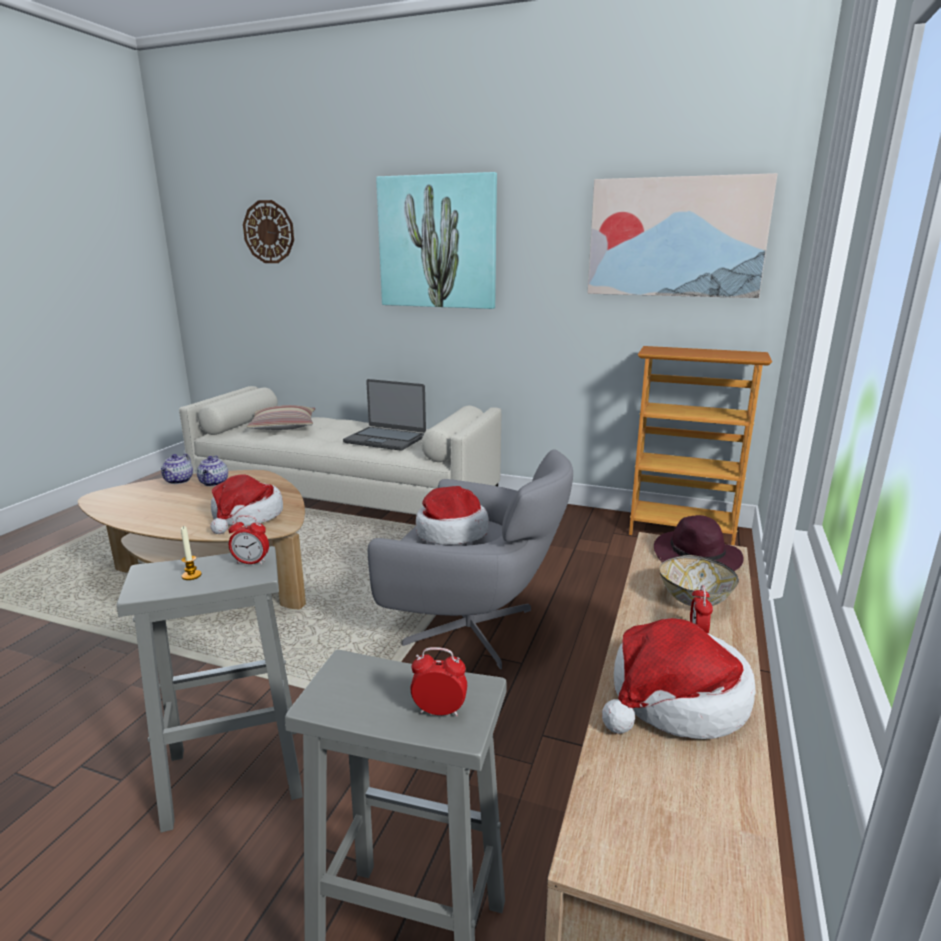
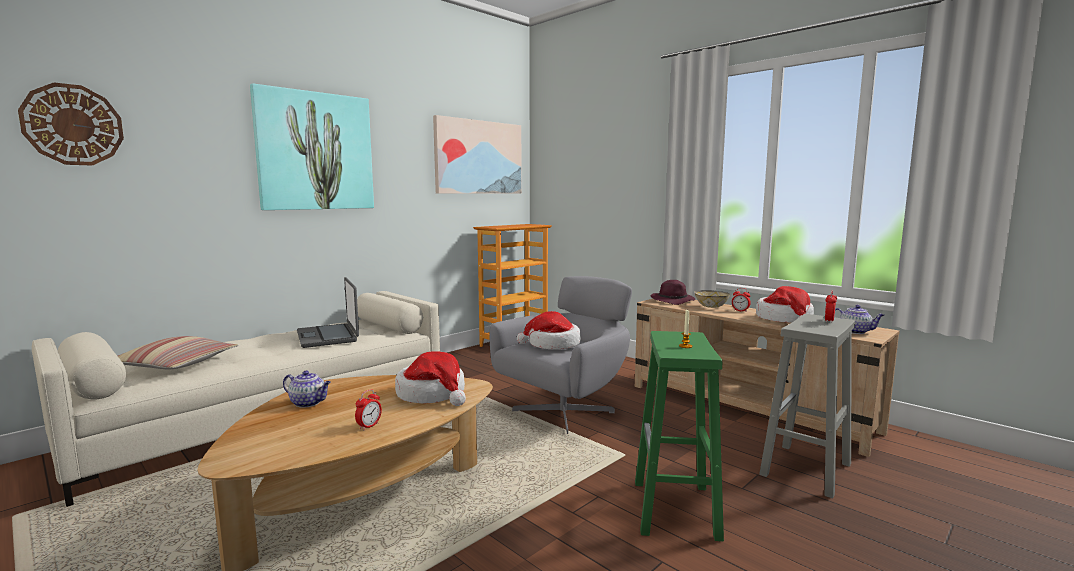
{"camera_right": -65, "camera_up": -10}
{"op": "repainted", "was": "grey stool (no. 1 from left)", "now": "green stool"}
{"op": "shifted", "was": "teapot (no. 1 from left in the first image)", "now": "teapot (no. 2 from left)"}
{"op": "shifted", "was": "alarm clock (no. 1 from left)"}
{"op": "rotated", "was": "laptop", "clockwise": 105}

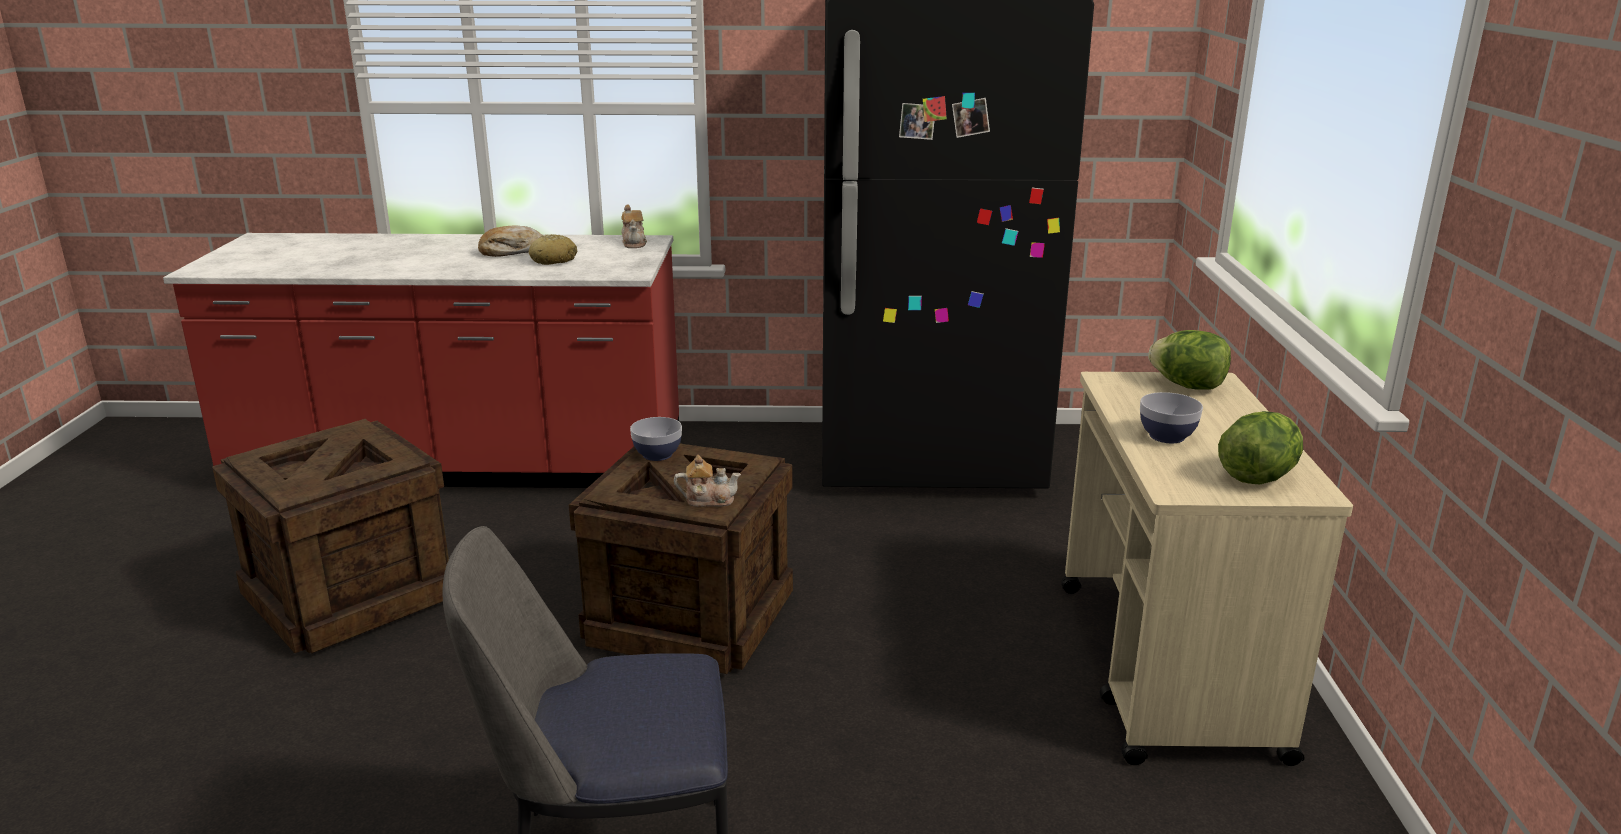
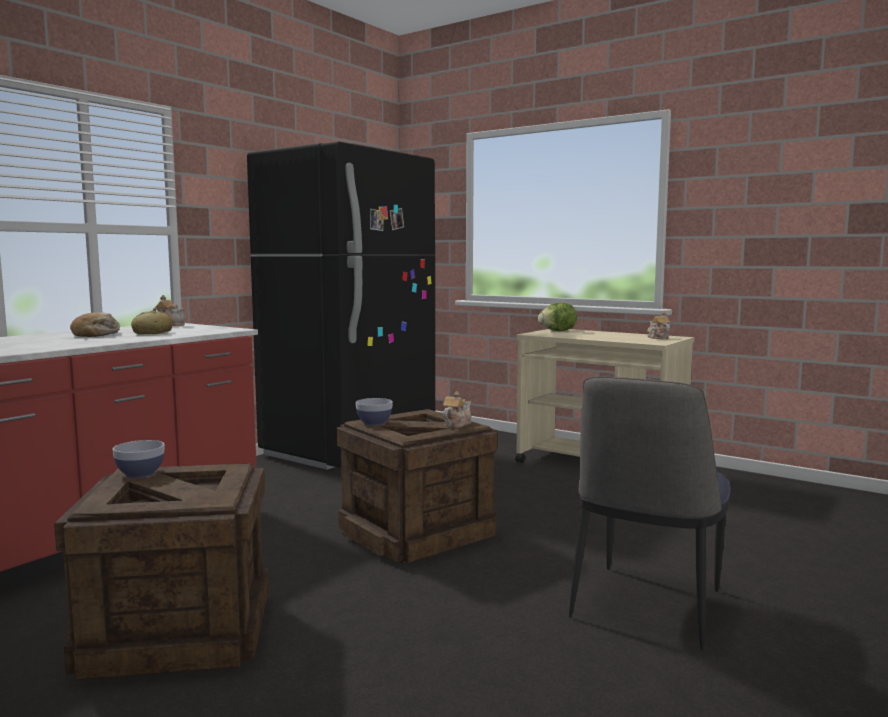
{"camera_right": -55, "camera_up": -15}
{"op": "shifted", "was": "bowl (no. 2 from left in the first image)", "now": "bowl (no. 1 from left)"}
{"op": "swapped", "was": "lettuce (no. 2 from left)", "now": "teapot (no. 3 from left)"}

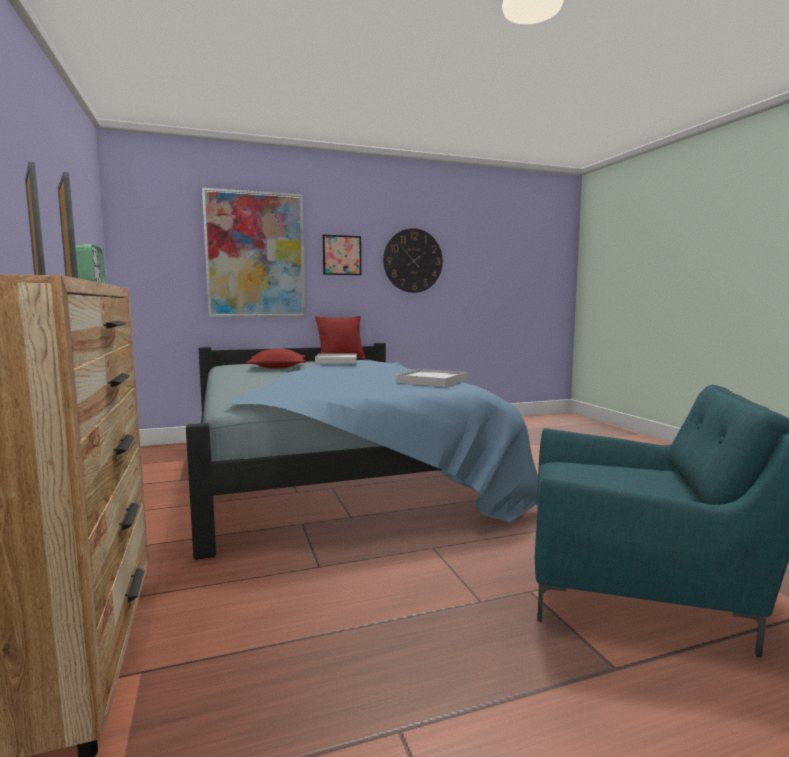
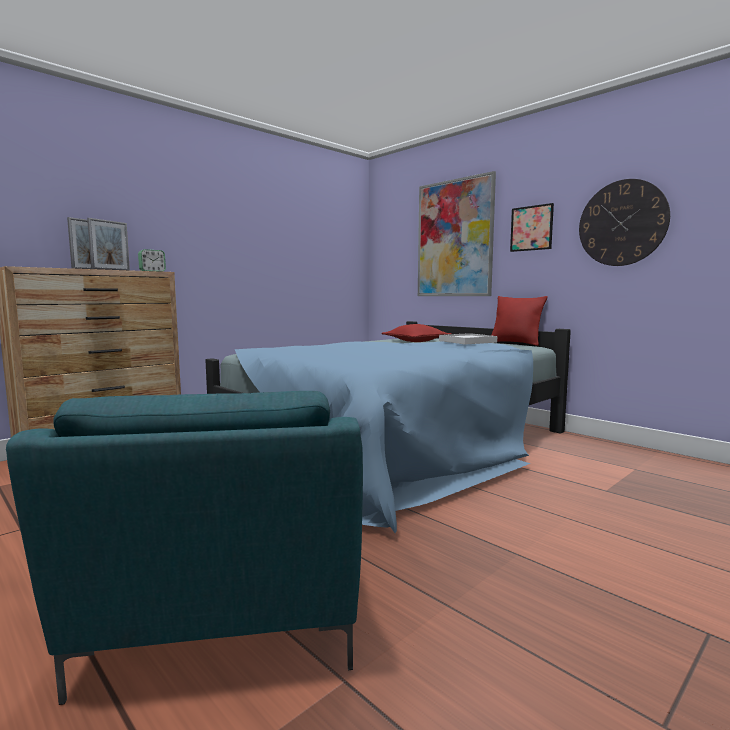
{"camera_right": 65, "camera_up": 0}
{"op": "gone", "was": "white tray (no. 2 from left)"}

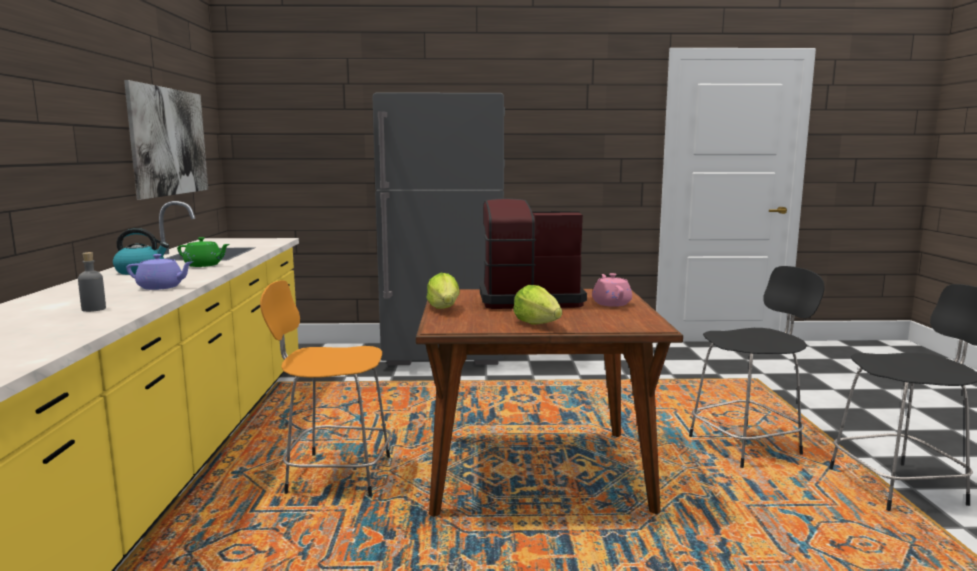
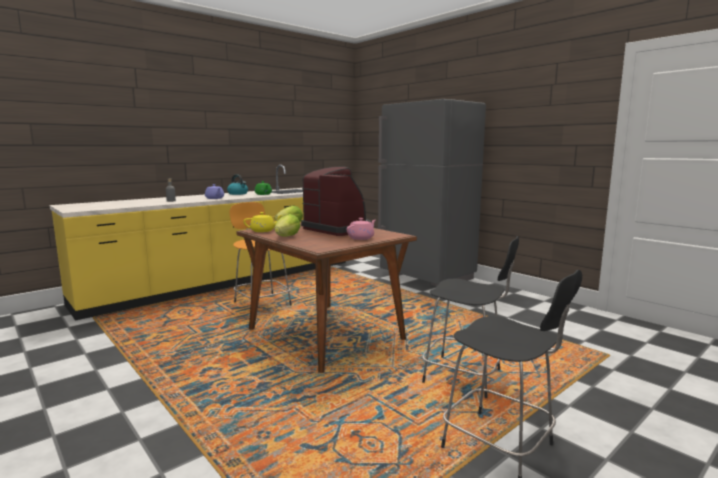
{"camera_right": 50, "camera_up": 0}
{"op": "gone", "was": "picture"}
{"op": "new", "now": "yellow teapot"}

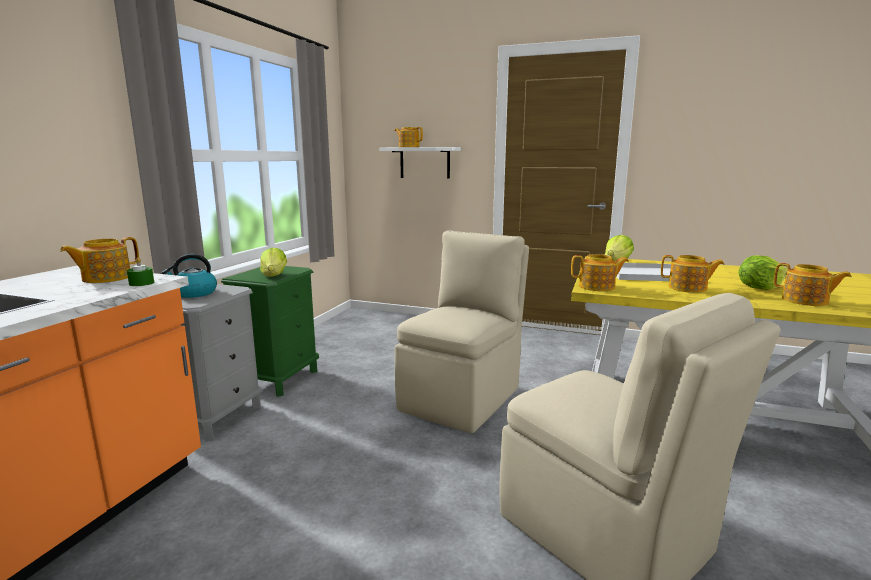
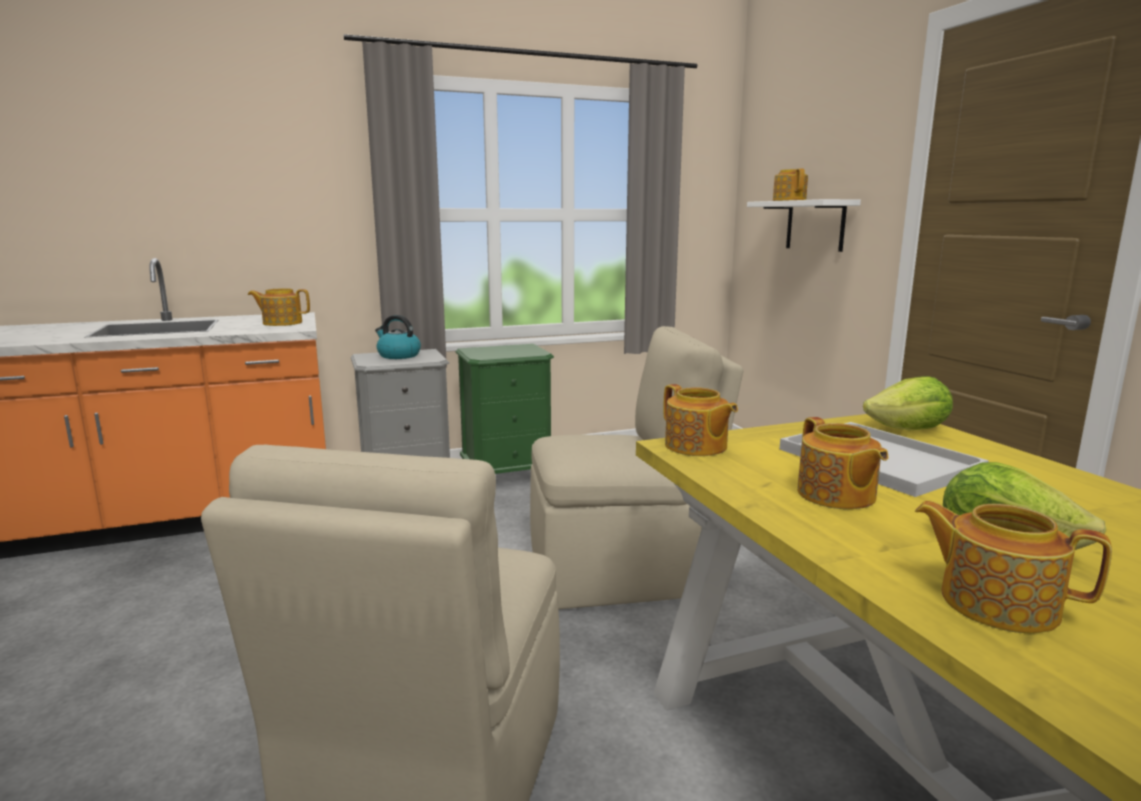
{"camera_right": 50, "camera_up": 0}
{"op": "gone", "was": "green candle"}
{"op": "gone", "was": "lettuce (no. 1 from left)"}
{"op": "rotated", "was": "teapot (no. 5 from left)", "clockwise": 120}

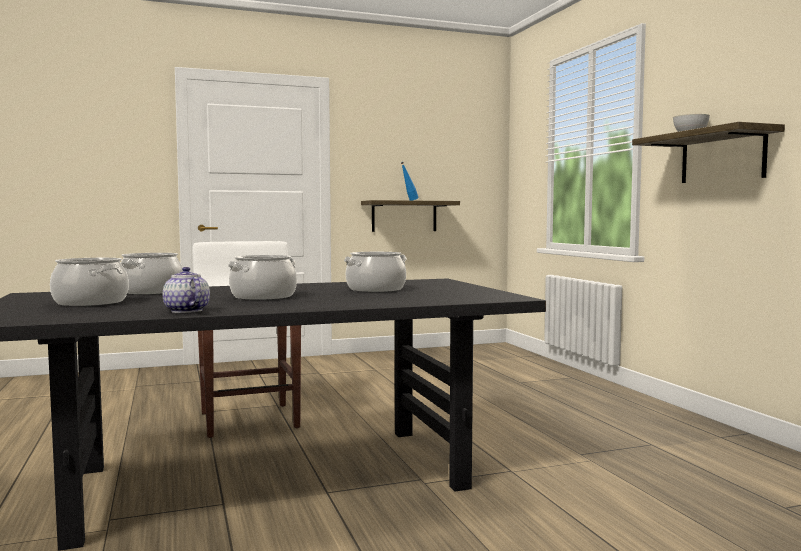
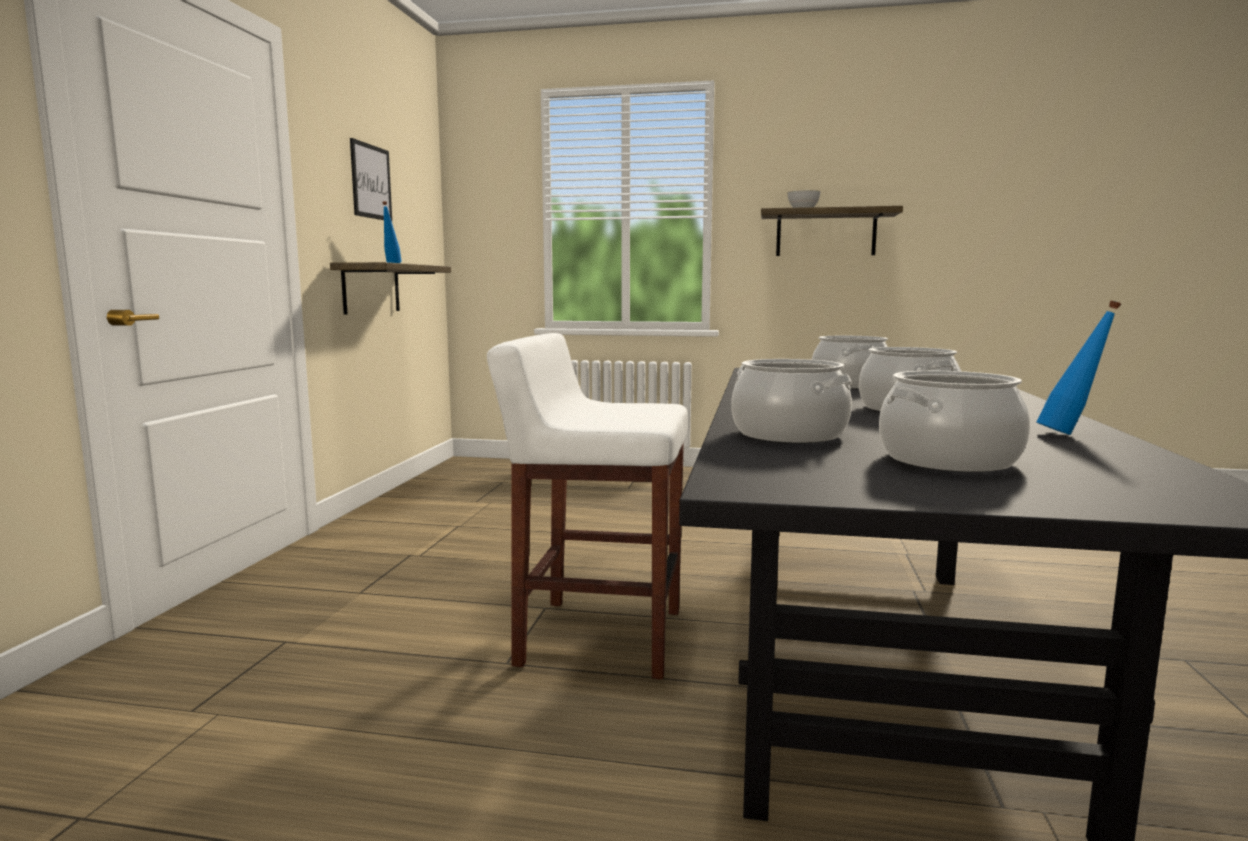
{"camera_right": -60, "camera_up": 5}
{"op": "swapped", "was": "teapot", "now": "blue bottle (no. 2 from left)"}
{"op": "new", "now": "picture"}

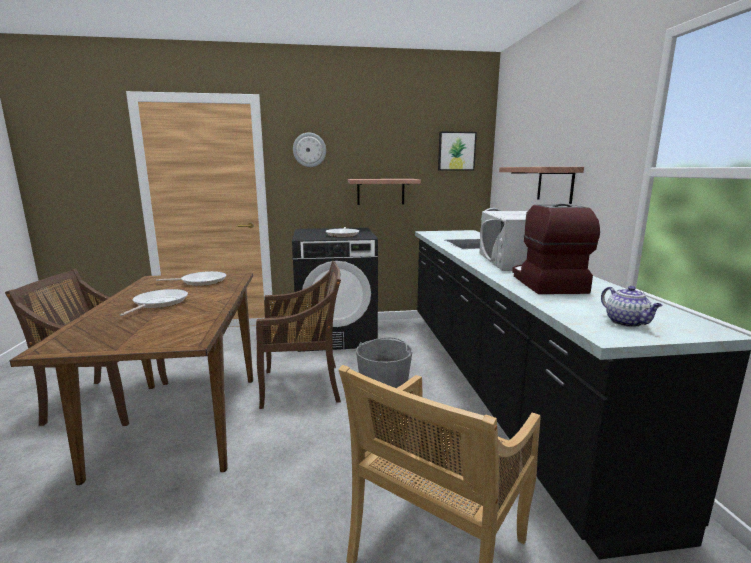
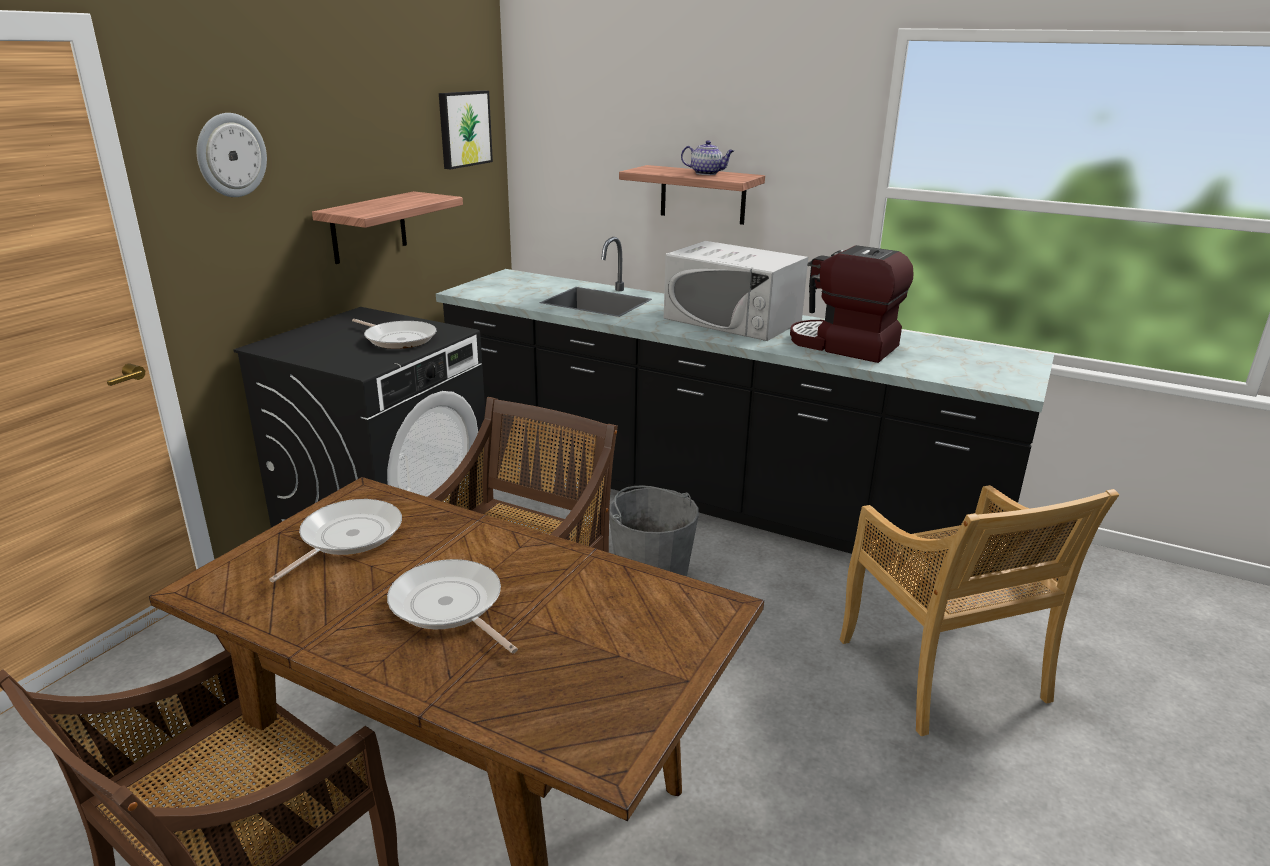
{"camera_right": -55, "camera_up": 10}
{"op": "shifted", "was": "teapot"}

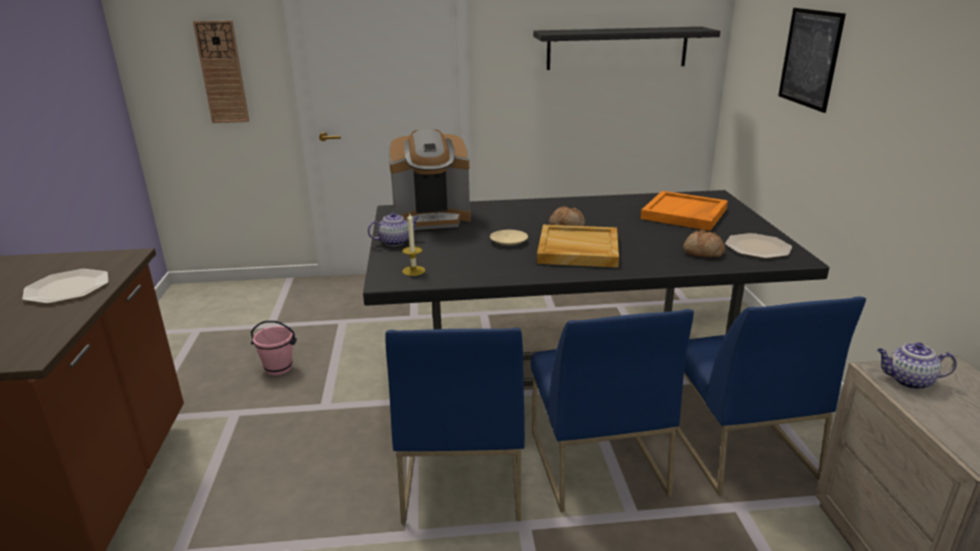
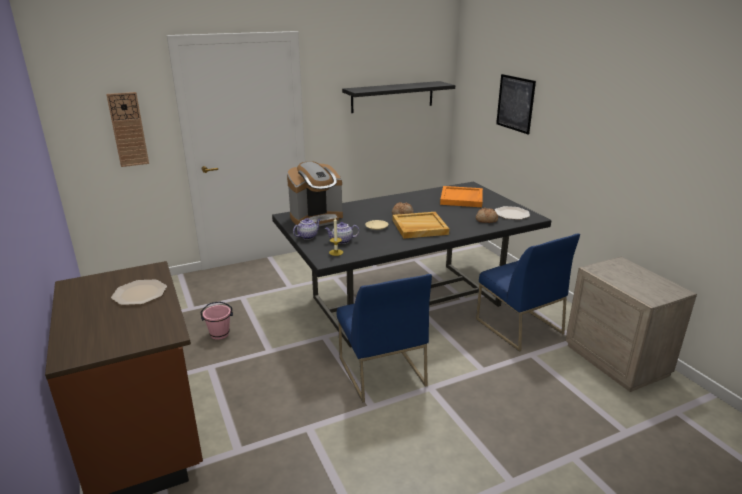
{"camera_right": -20, "camera_up": 0}
{"op": "gone", "was": "blue chair (no. 2 from left)"}
{"op": "shifted", "was": "teapot (no. 2 from left)"}

